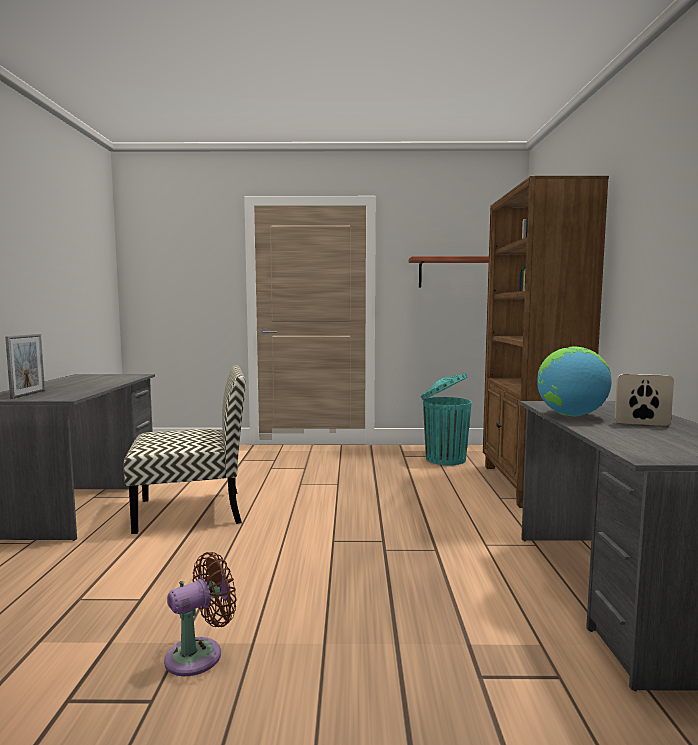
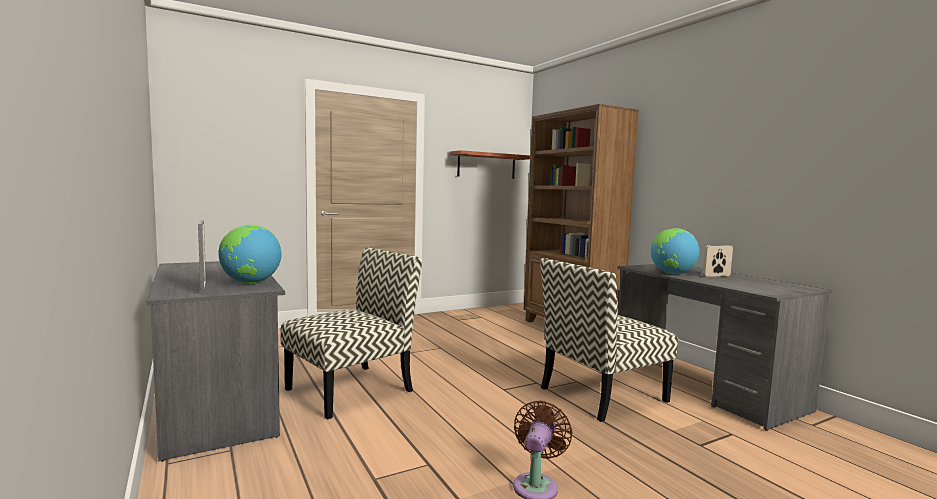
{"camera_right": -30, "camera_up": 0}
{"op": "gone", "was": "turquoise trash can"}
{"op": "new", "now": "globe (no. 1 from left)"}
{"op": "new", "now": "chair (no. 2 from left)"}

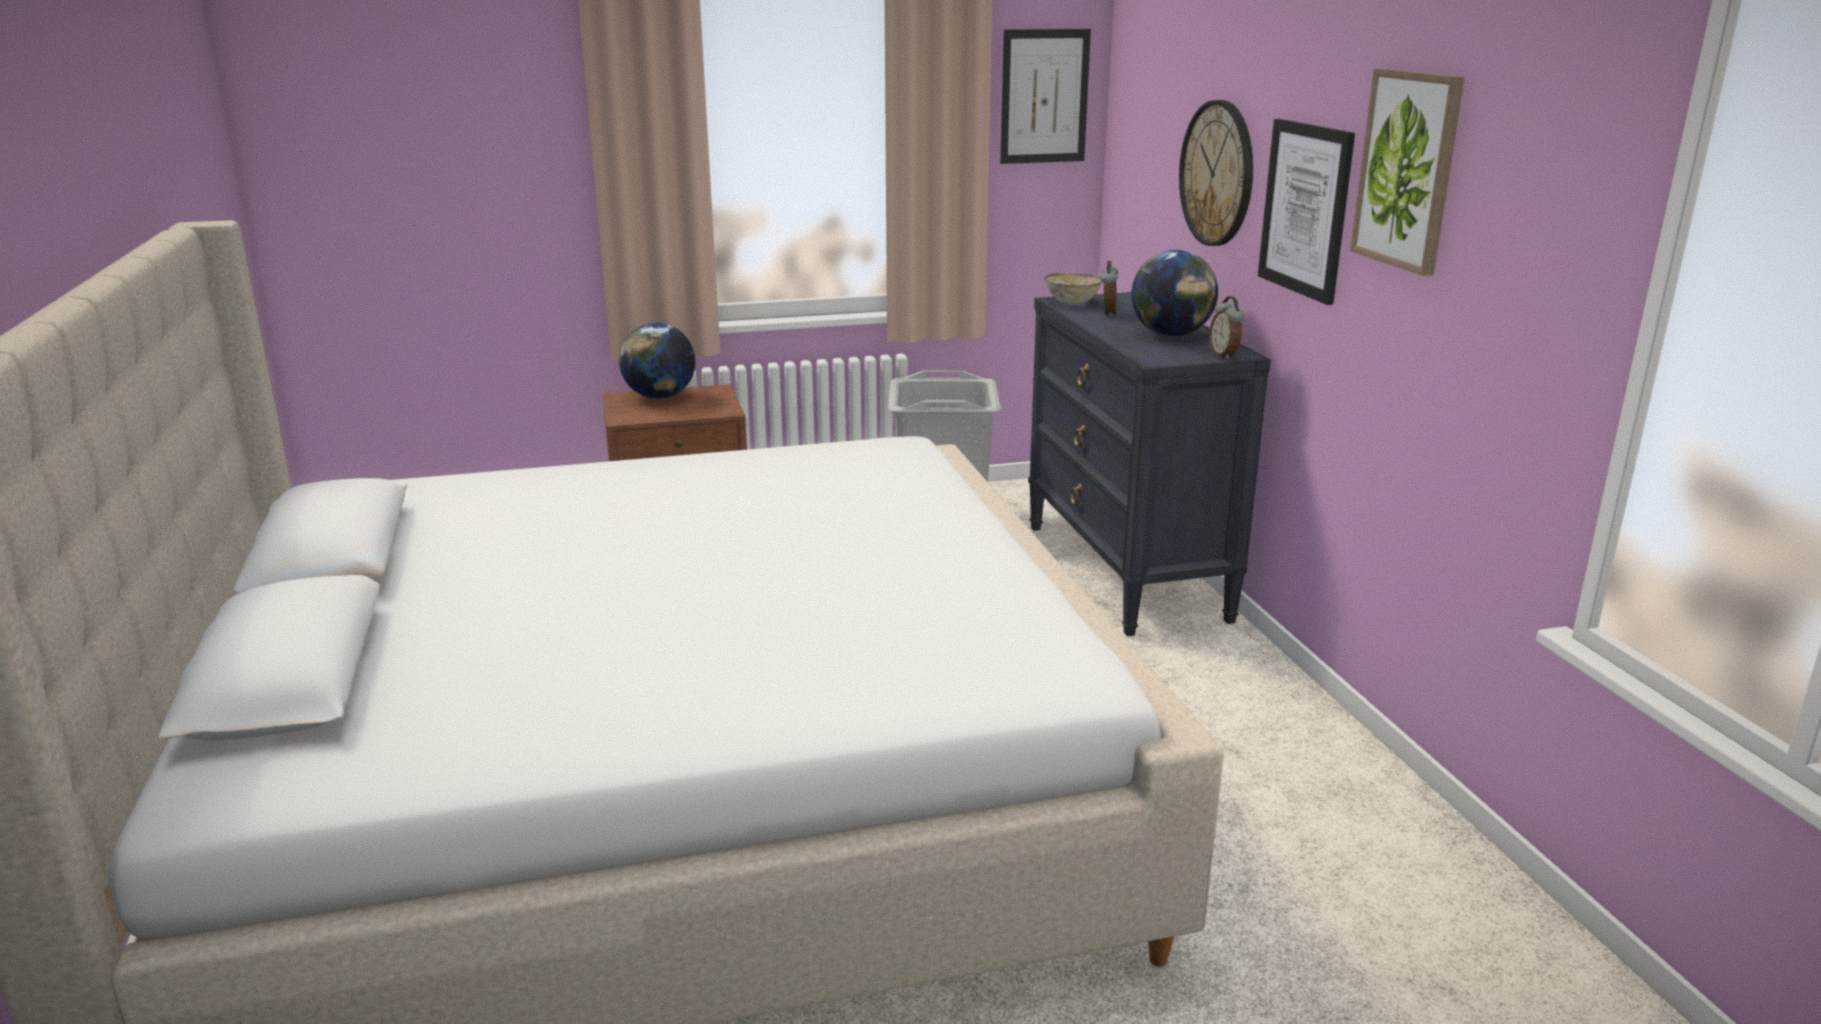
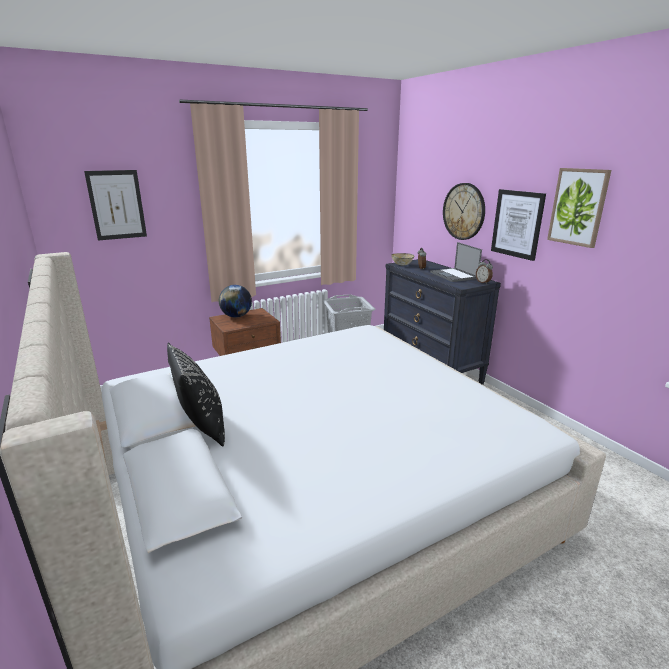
{"camera_right": -15, "camera_up": 0}
{"op": "shifted", "was": "picture (no. 1 from left)"}
{"op": "swapped", "was": "globe (no. 2 from left)", "now": "laptop"}
{"op": "new", "now": "black pillow"}

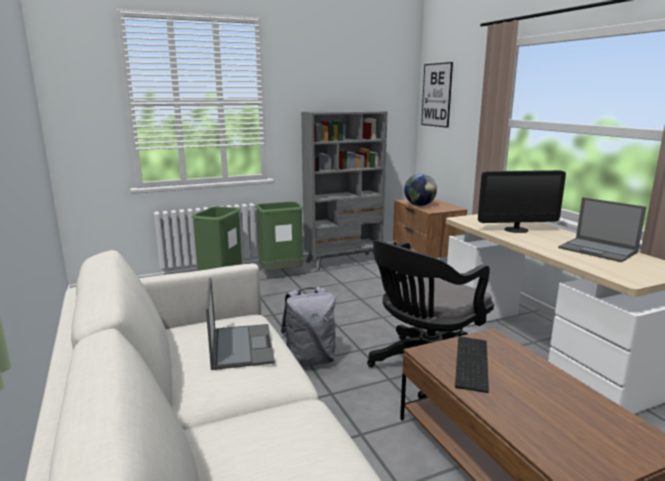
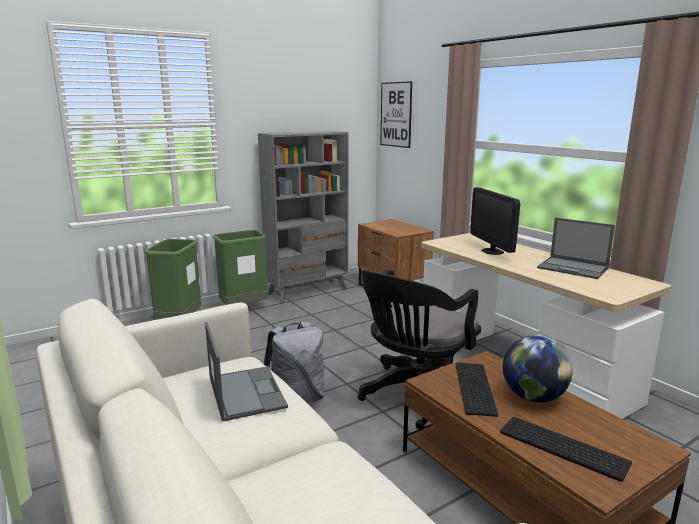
{"camera_right": -10, "camera_up": 0}
{"op": "shifted", "was": "globe"}
{"op": "rotated", "was": "monitor", "clockwise": 90}
{"op": "new", "now": "keyboard (no. 2 from left)"}

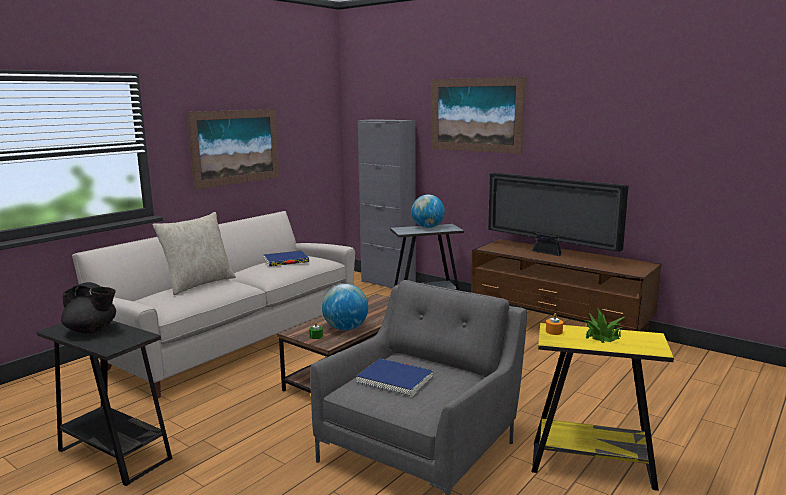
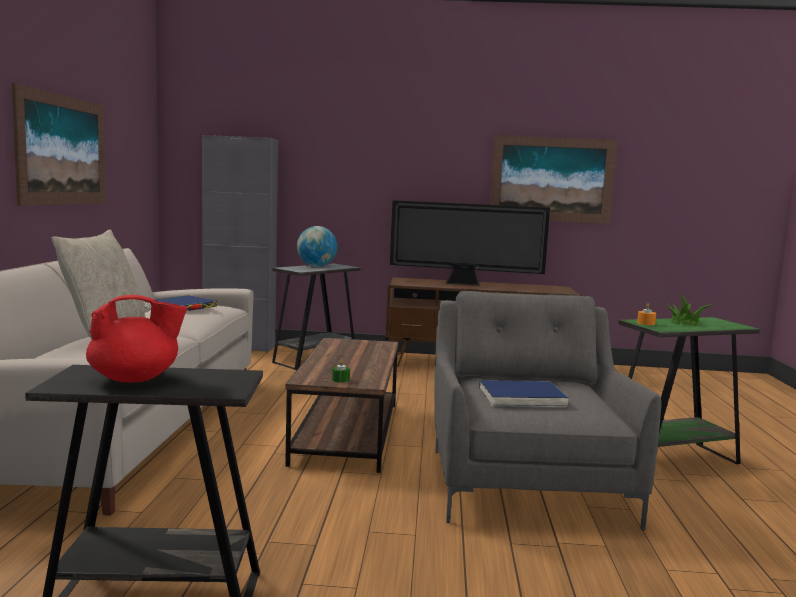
{"camera_right": -35, "camera_up": -5}
{"op": "repainted", "was": "black teapot", "now": "red teapot"}
{"op": "gone", "was": "globe (no. 1 from left)"}
{"op": "shifted", "was": "picture (no. 2 from left)"}
{"op": "repainted", "was": "yellow side table", "now": "green side table"}

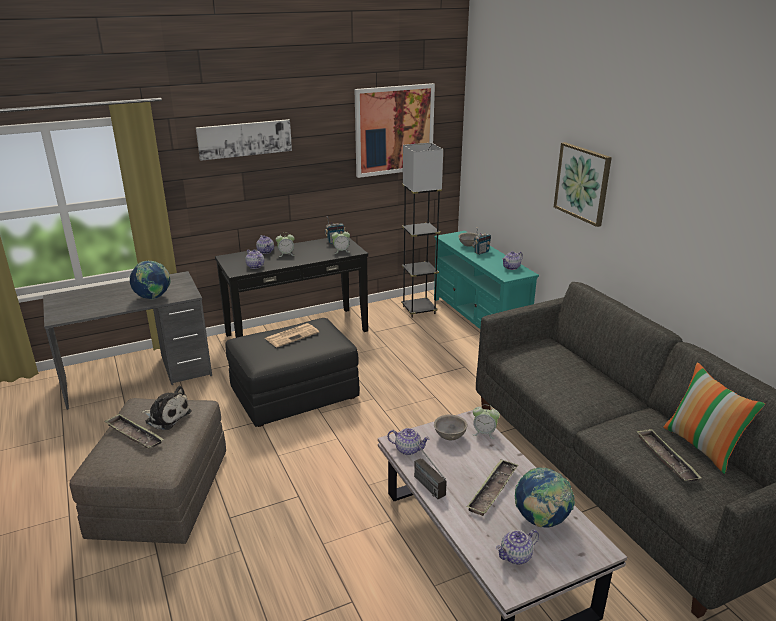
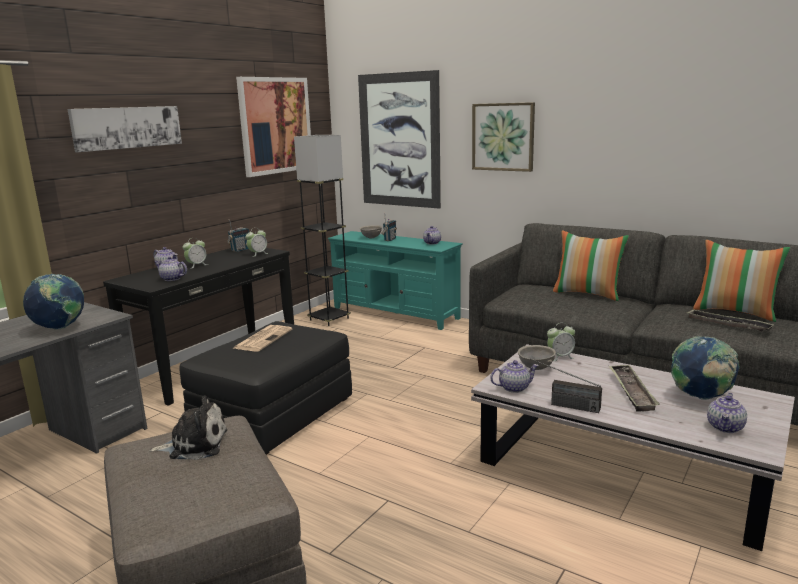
{"camera_right": -30, "camera_up": -10}
{"op": "gone", "was": "tray (no. 1 from left)"}
{"op": "new", "now": "picture (no. 3 from left)"}
{"op": "new", "now": "pillow (no. 1 from left)"}

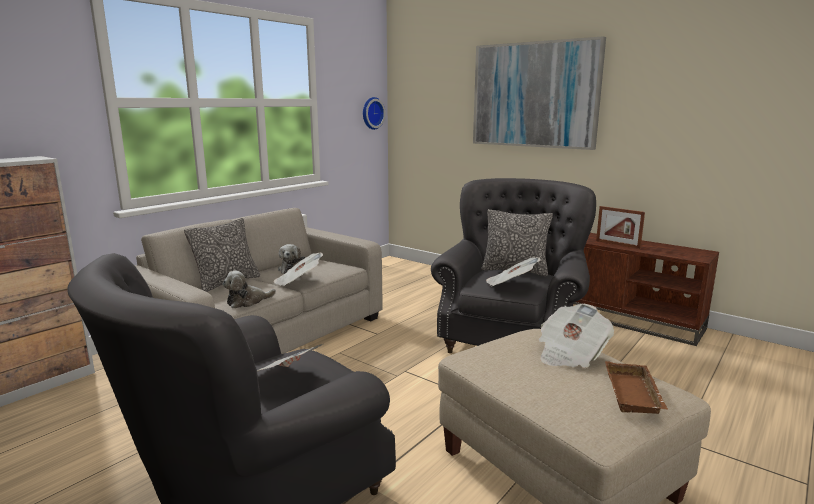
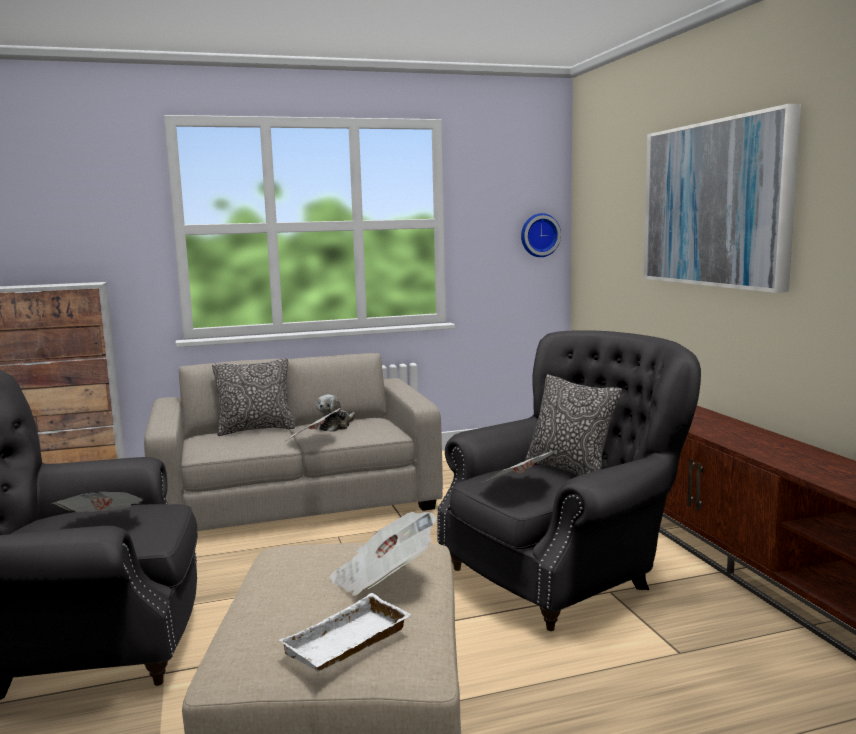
{"camera_right": 35, "camera_up": -5}
{"op": "gone", "was": "plush toy (no. 1 from left)"}
{"op": "gone", "was": "picture frame"}
{"op": "repainted", "was": "brown tray", "now": "white tray"}

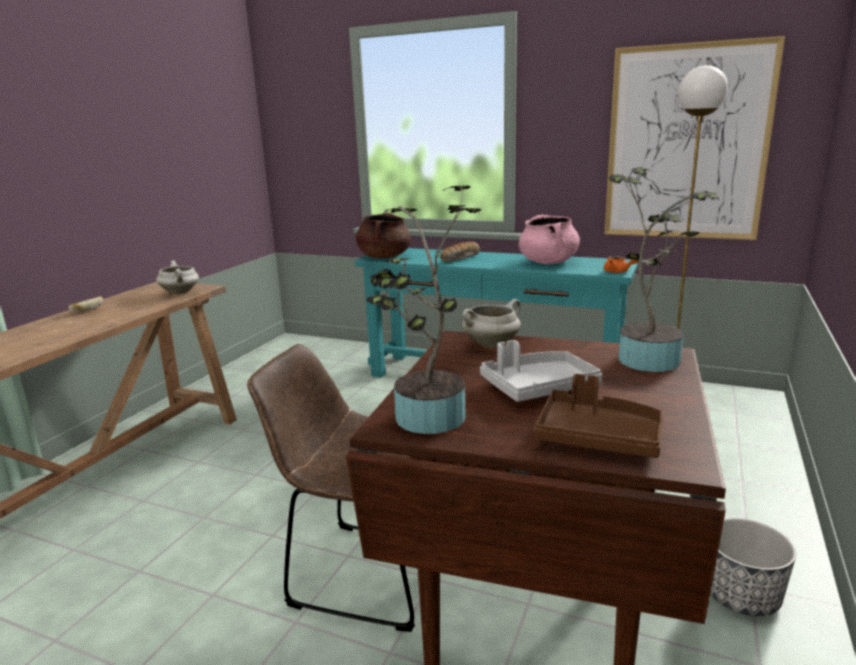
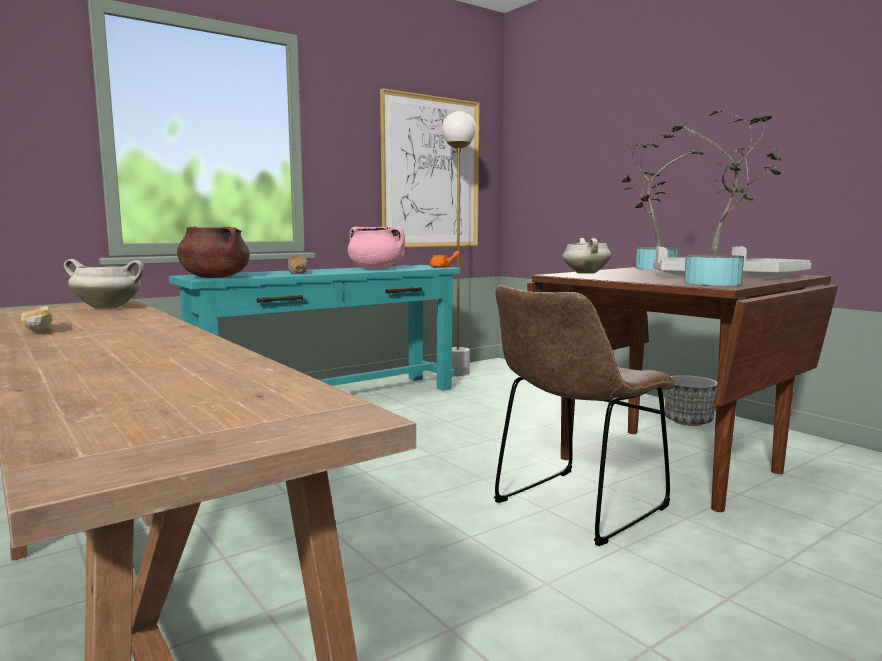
{"camera_right": -60, "camera_up": -10}
{"op": "repainted", "was": "brown tray", "now": "grey tray (no. 2 from left)"}

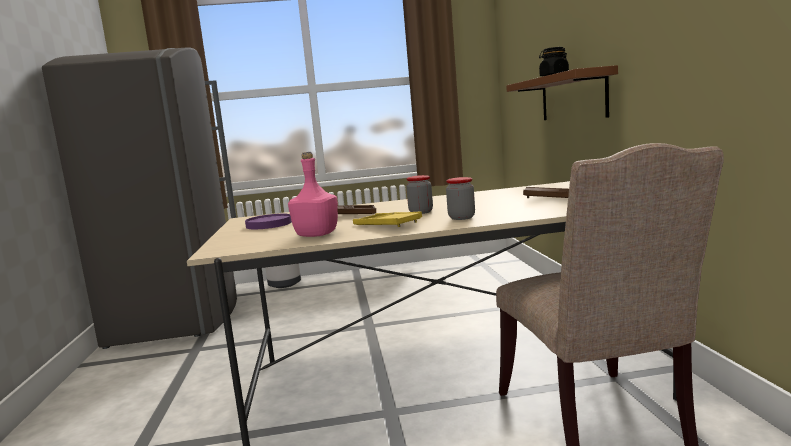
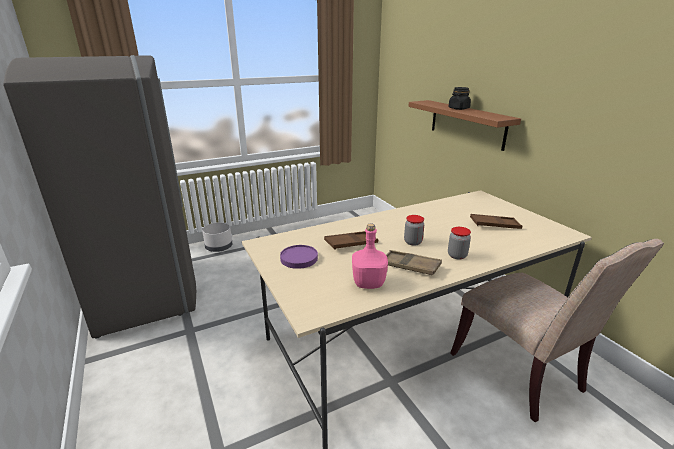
{"camera_right": -20, "camera_up": 15}
{"op": "repainted", "was": "yellow tray", "now": "brown tray (no. 2 from left)"}

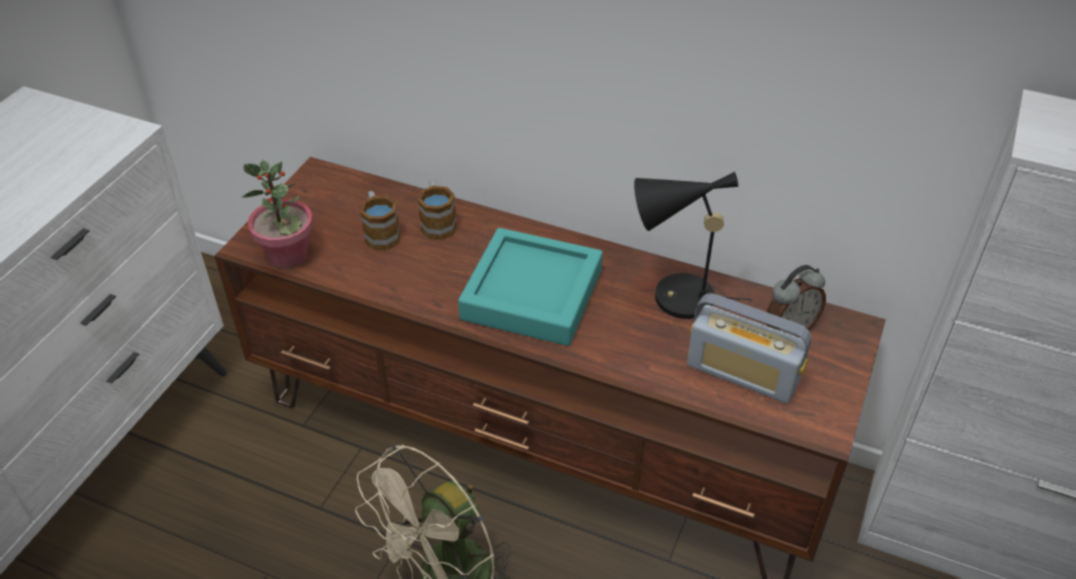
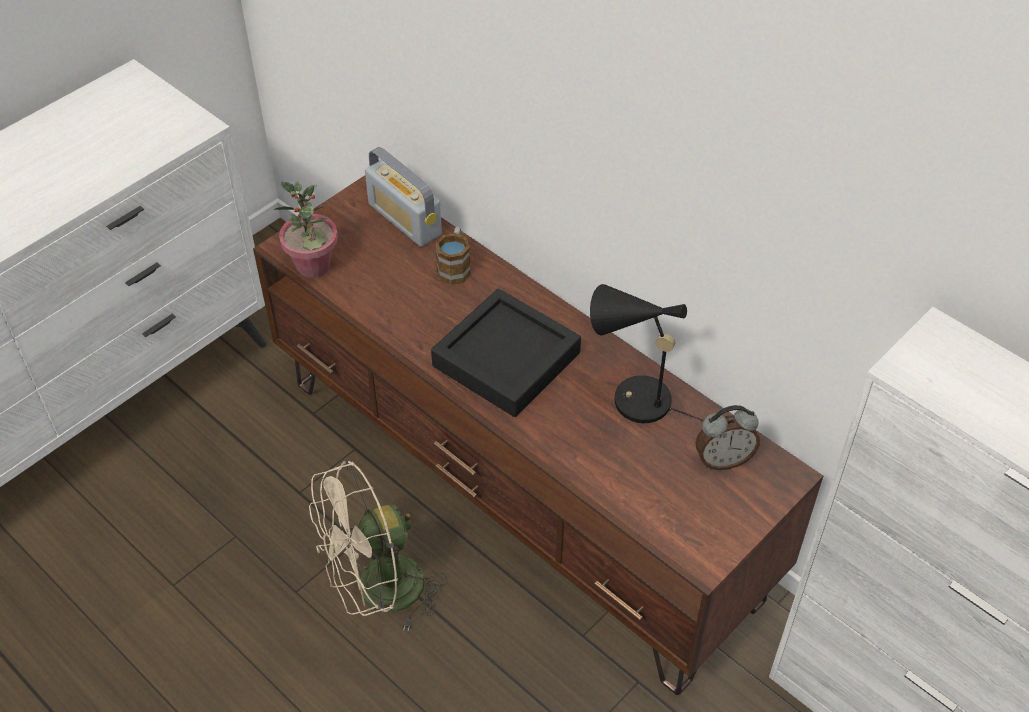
{"camera_right": 20, "camera_up": 5}
{"op": "gone", "was": "mug (no. 1 from left)"}
{"op": "repainted", "was": "turquoise tray", "now": "black tray"}
{"op": "shifted", "was": "radio"}

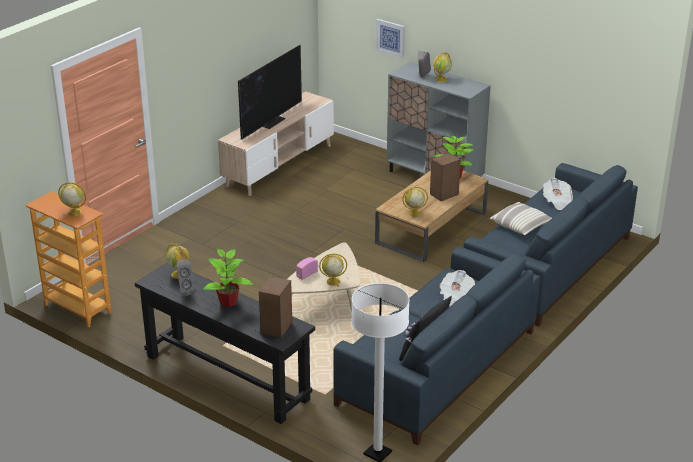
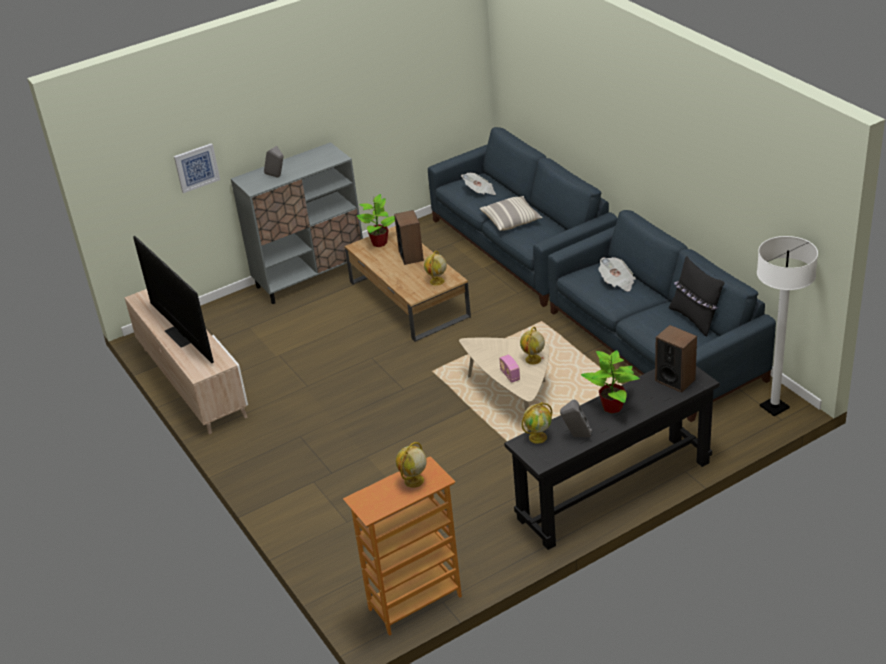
{"camera_right": -65, "camera_up": 5}
{"op": "gone", "was": "globe (no. 5 from left)"}

